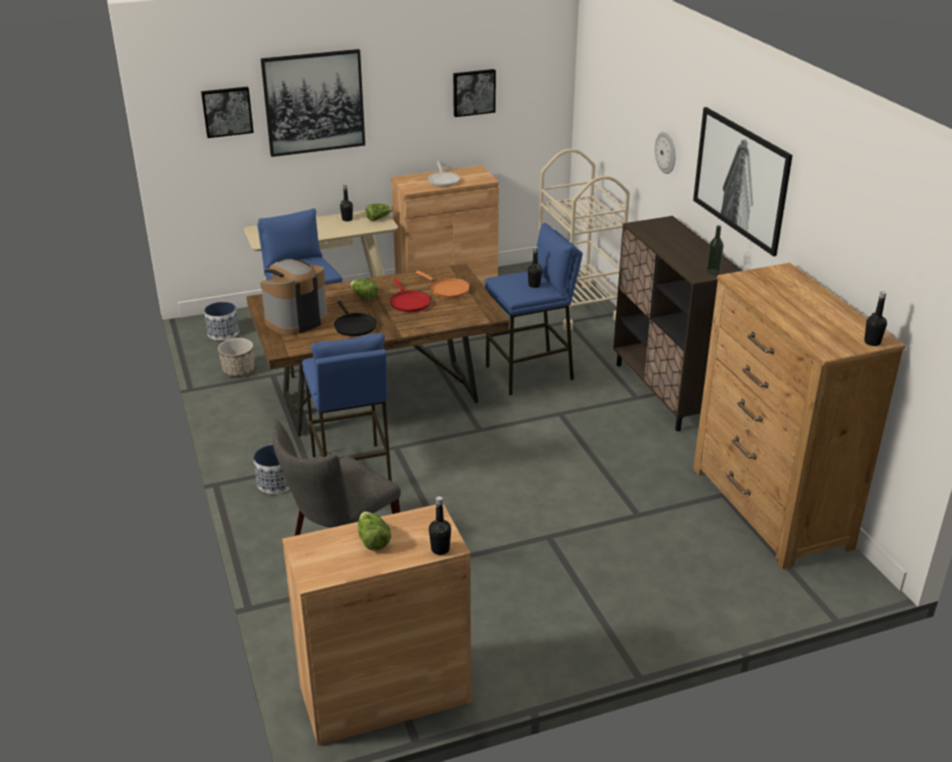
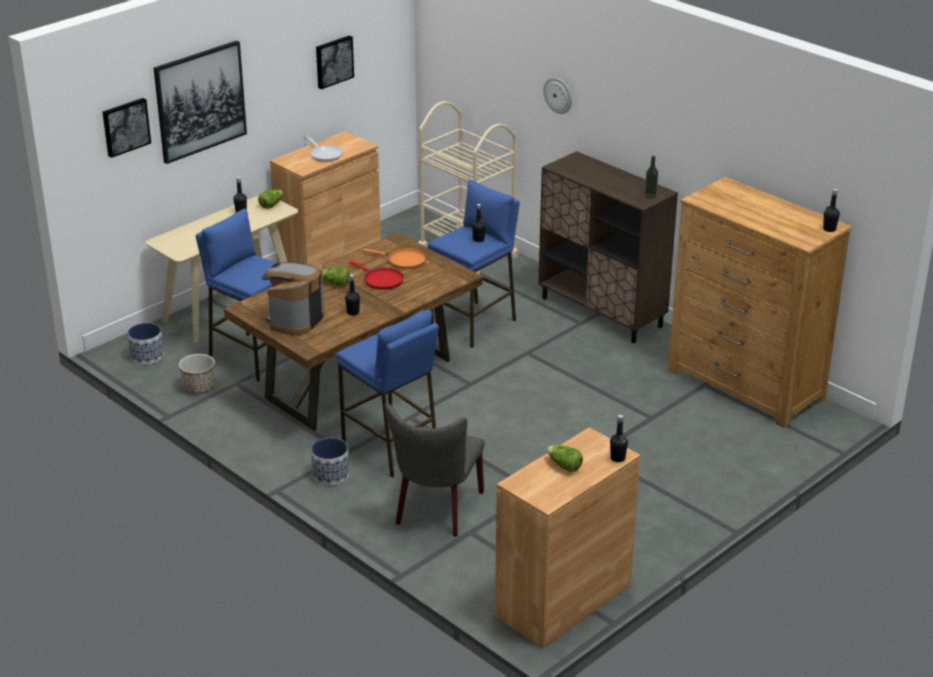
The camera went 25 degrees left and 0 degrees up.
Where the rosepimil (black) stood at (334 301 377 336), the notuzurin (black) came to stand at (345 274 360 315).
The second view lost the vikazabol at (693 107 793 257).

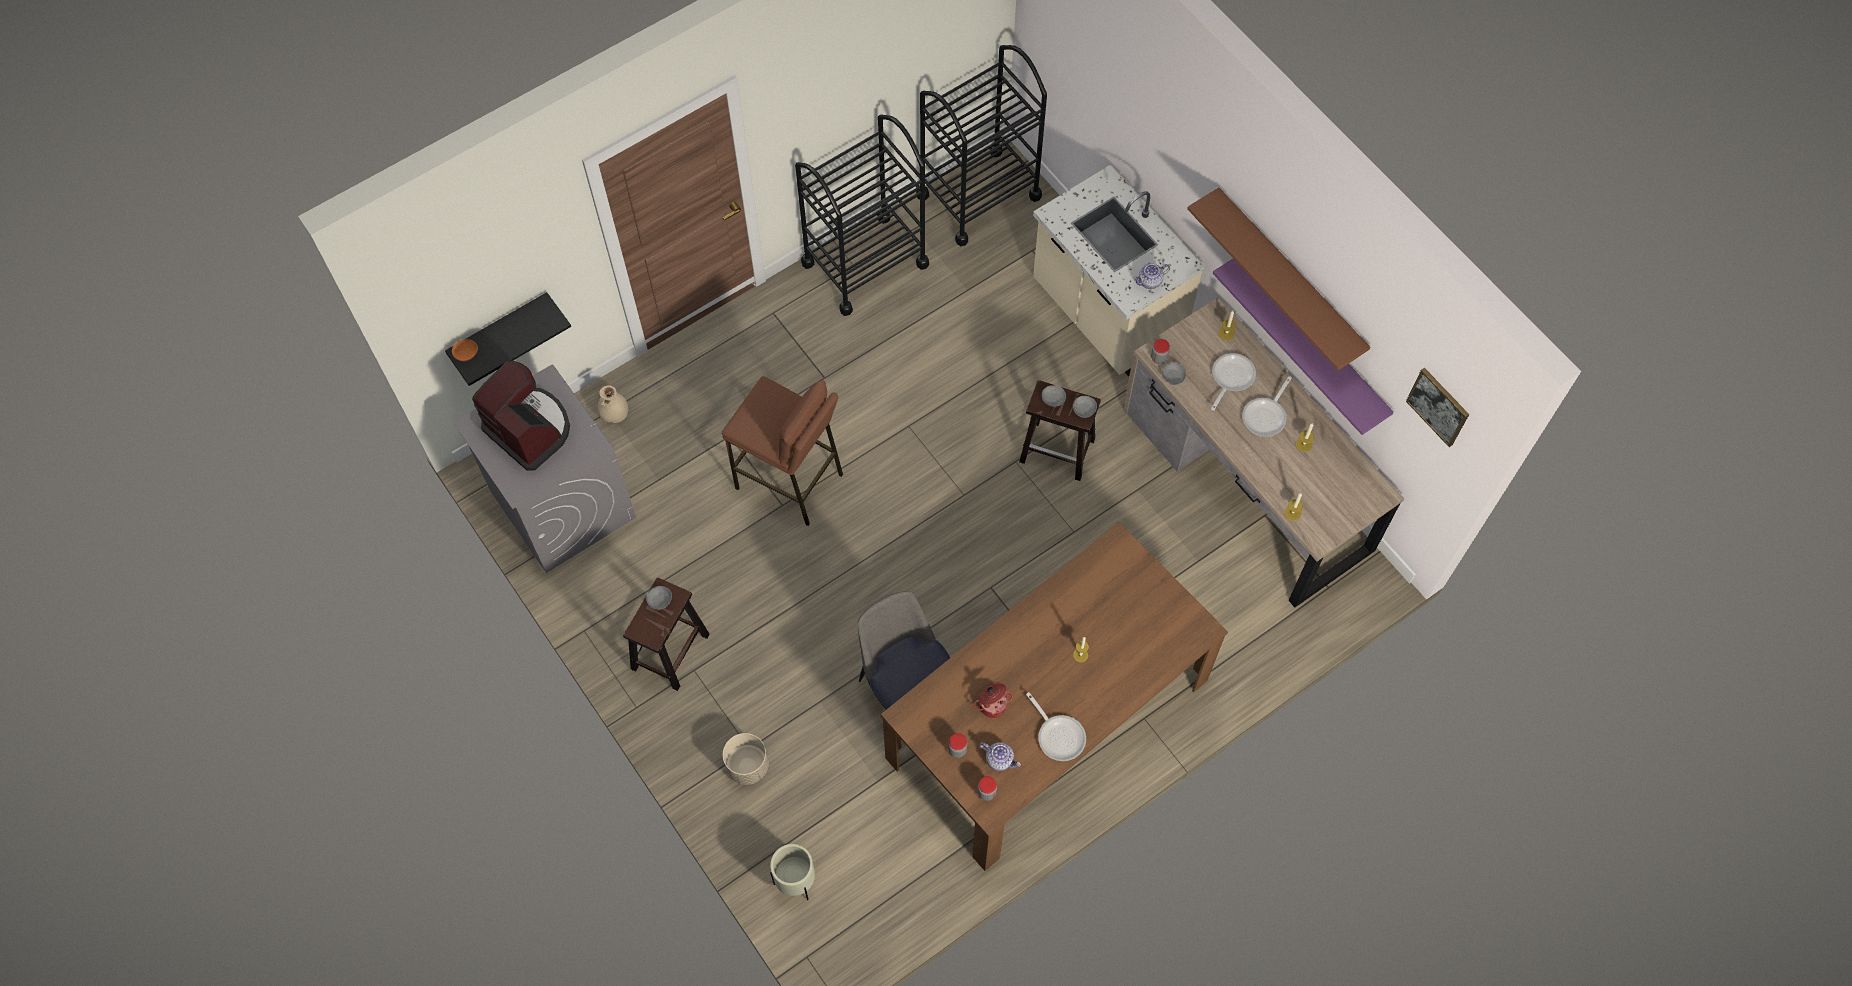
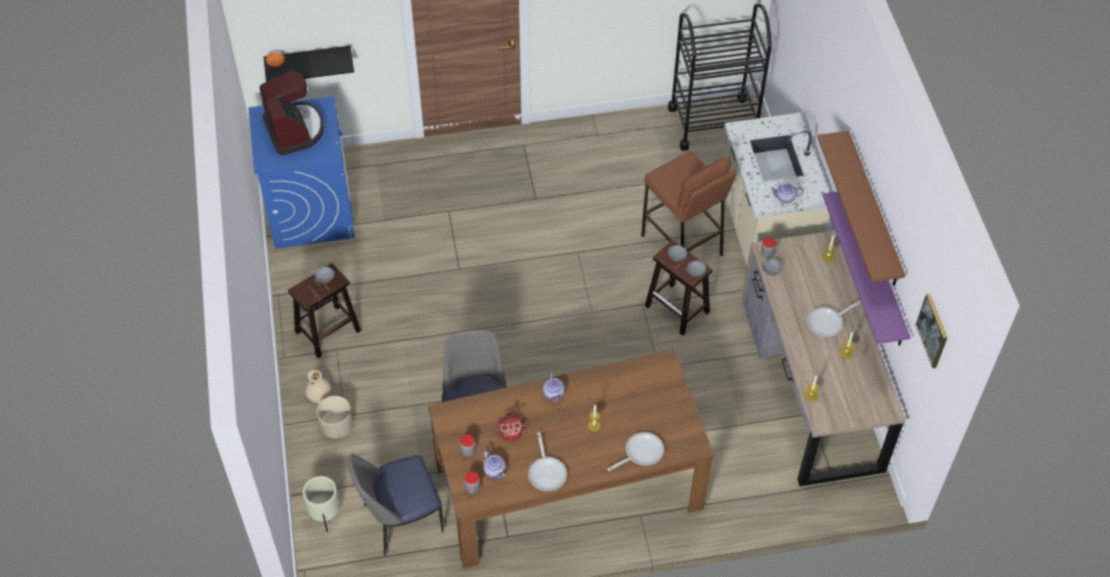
The camera went 25 degrees right and 10 degrees down.
What was the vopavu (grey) at (453 364 636 573) turned into the vopavu (blue) at (248 96 355 249).
The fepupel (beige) ended up elsewhere, having gone from (598 385 629 423) to (305 370 332 404).
The second view gained the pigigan at (348 454 443 556).
The second view gained the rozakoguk at (543 372 565 402).
The rosepimil ended up elsewhere, having gone from (1211 353 1256 411) to (607 432 664 471).
The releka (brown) ended up elsewhere, having gone from (722 376 843 526) to (641 151 737 256).
The second view lost the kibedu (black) at (795 115 929 316).

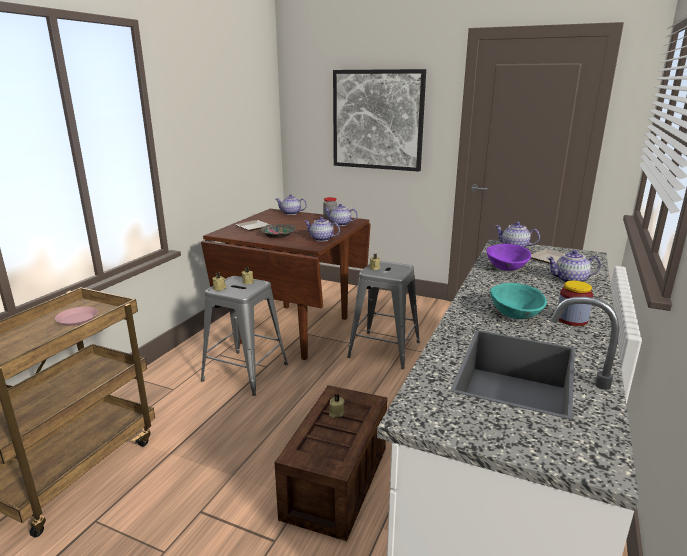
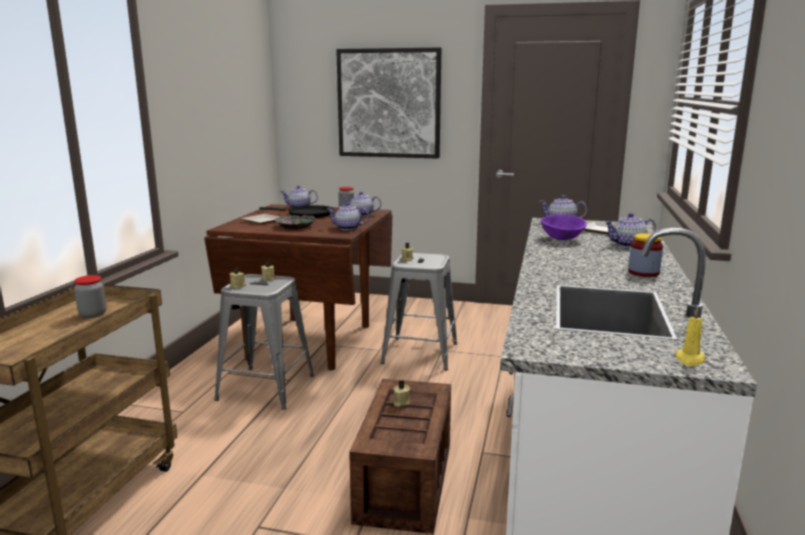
The camera went 10 degrees left and 5 degrees down.
Where the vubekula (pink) stood at (55 307 98 326), the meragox came to stand at (74 275 107 318).
The second view gained the rosepimil (black) at (259 205 334 218).
The second view gained the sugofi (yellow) at (676 307 706 366).
The second view lost the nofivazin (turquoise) at (490 283 547 319).

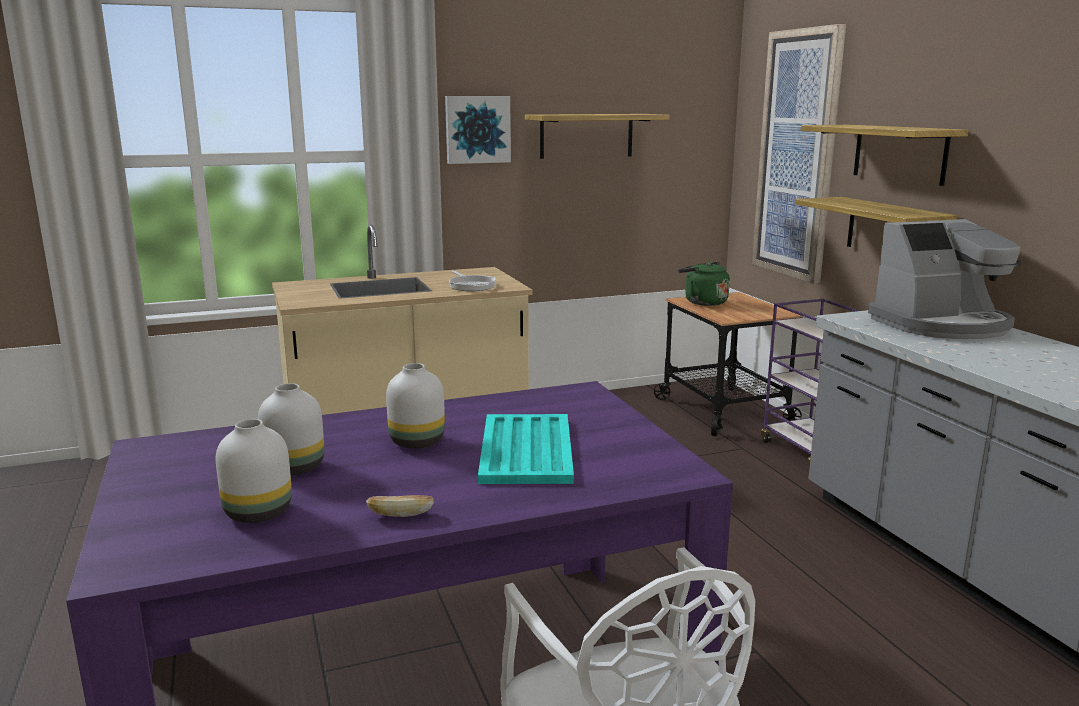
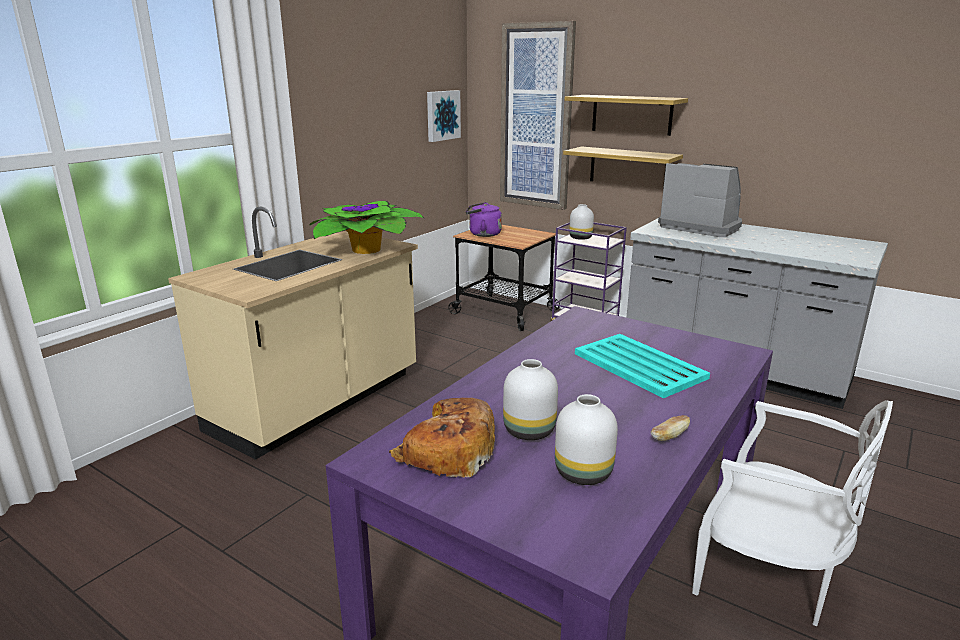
The camera went 35 degrees left and 5 degrees up.
Where the rosepimil stood at (449 270 496 291), the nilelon came to stand at (309 201 424 254).
The second view gained the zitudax at (389 398 495 478).
The vikazabol ended up elsewhere, having gone from (445 96 511 164) to (427 90 461 142).
What was the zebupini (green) at (678 262 730 306) turned into the zebupini (purple) at (466 202 502 237).
The fepupel (white) ended up elsewhere, having gone from (386 363 445 449) to (569 204 594 240).
The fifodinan at (868 219 1021 339) ended up facing another way, 90 degrees counterclockwise from before.
The second view lost the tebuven at (525 114 670 159).

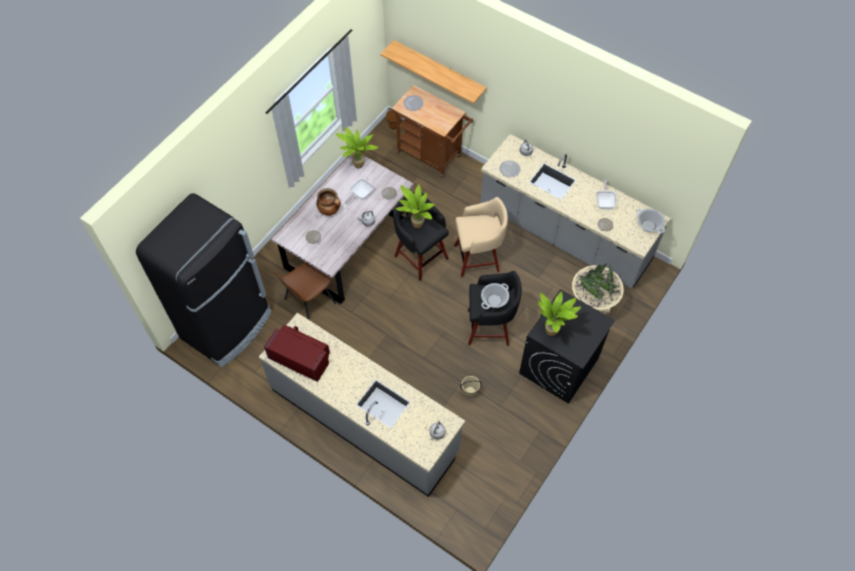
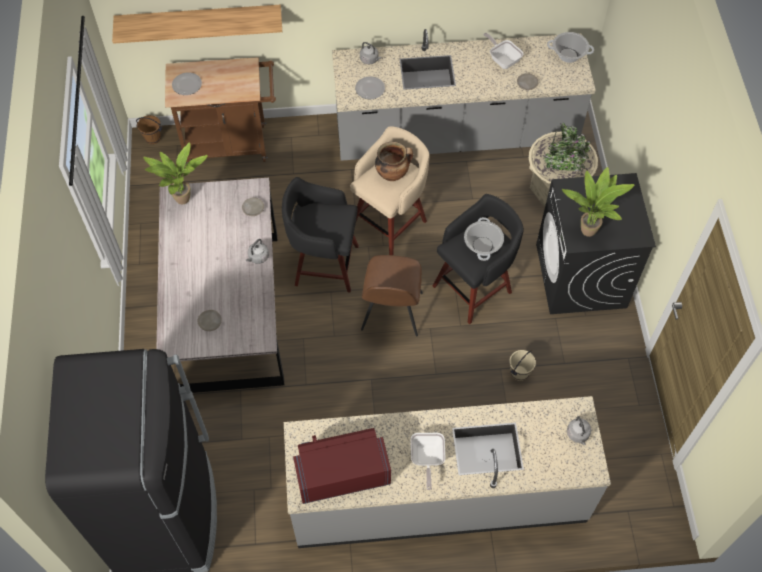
The camera went 40 degrees left and 0 degrees up.
The pigigan (brown) ended up elsewhere, having gone from (274 262 336 320) to (361 255 423 336).
The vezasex ended up elsewhere, having gone from (316 188 341 216) to (375 142 413 181).
The rosepimil ended up elsewhere, having gone from (345 178 374 204) to (411 433 445 490).
The second view lost the nilelon at (395 184 435 228).

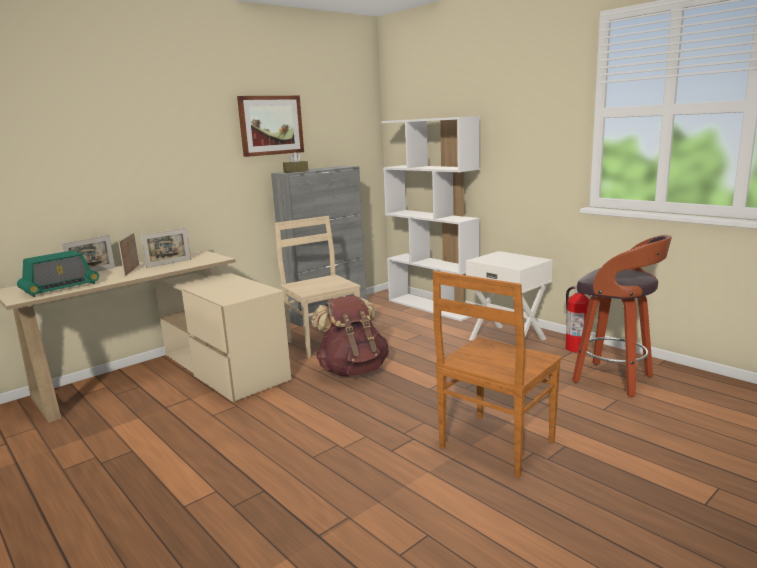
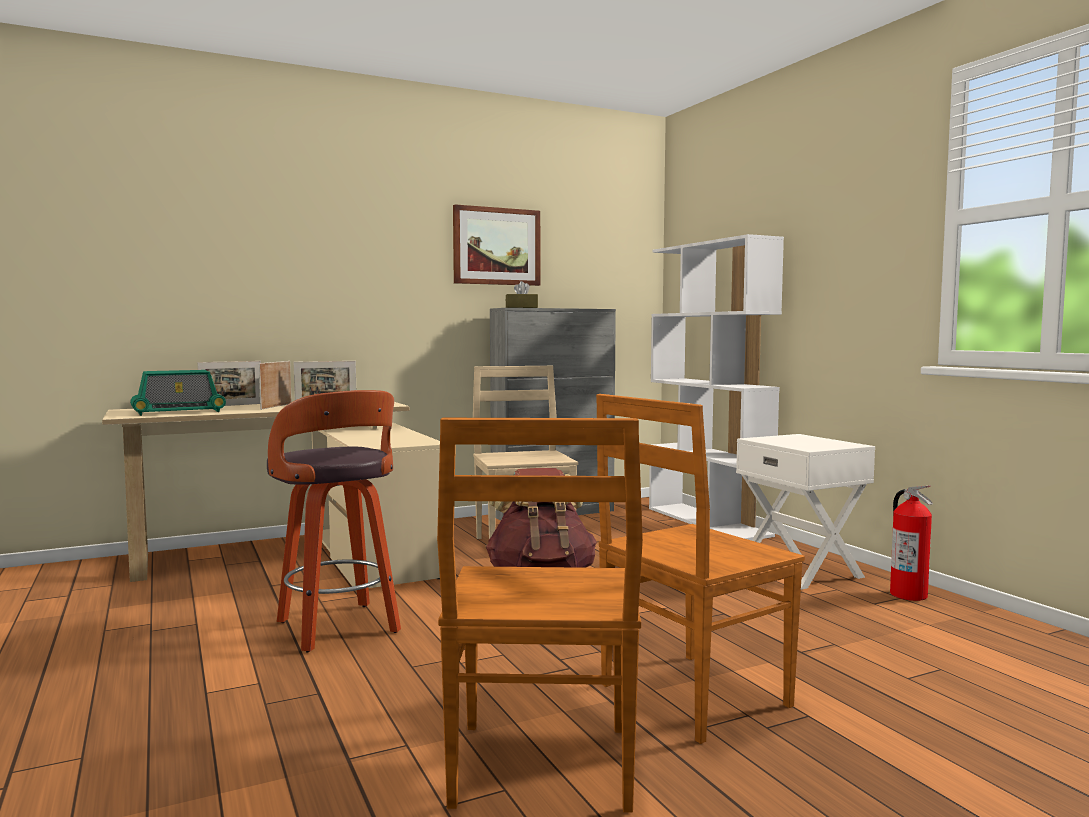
The camera went 15 degrees right and 10 degrees down.
The releka ended up elsewhere, having gone from (572 235 672 397) to (267 390 401 652).
The second view gained the pigigan (brown) at (437 418 643 813).

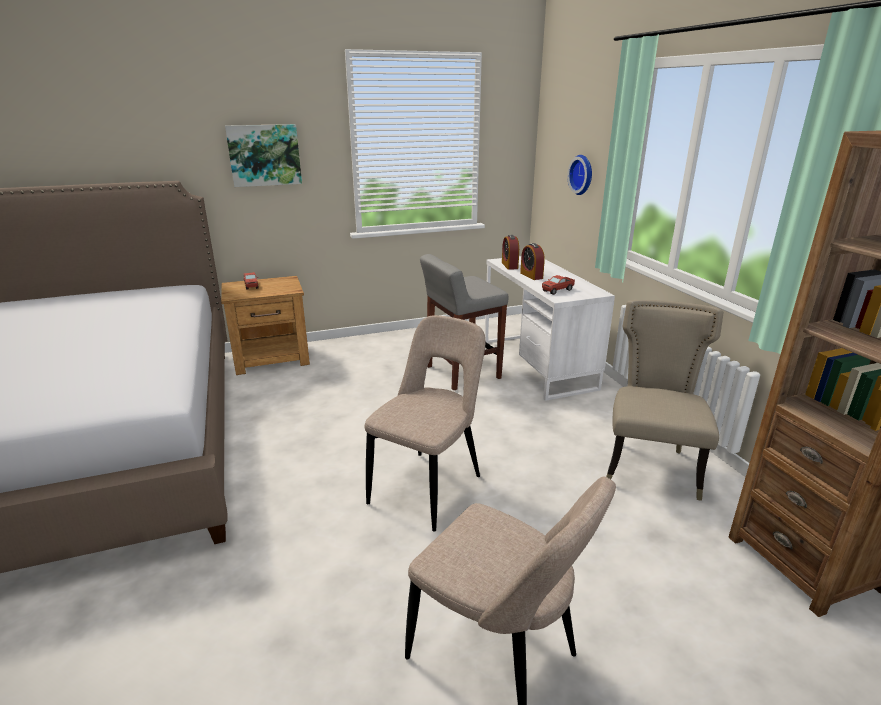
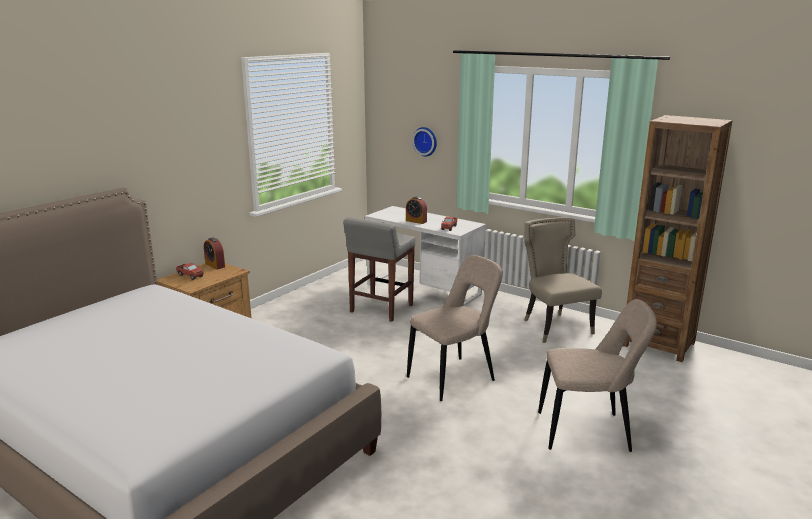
The camera went 35 degrees left and 5 degrees down.
The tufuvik ended up elsewhere, having gone from (502 235 519 270) to (204 238 225 270).
The pigigan (beige) at (365 315 485 531) ended up facing another way, 60 degrees clockwise from before.
The second view lost the vikazabol at (225 124 302 187).

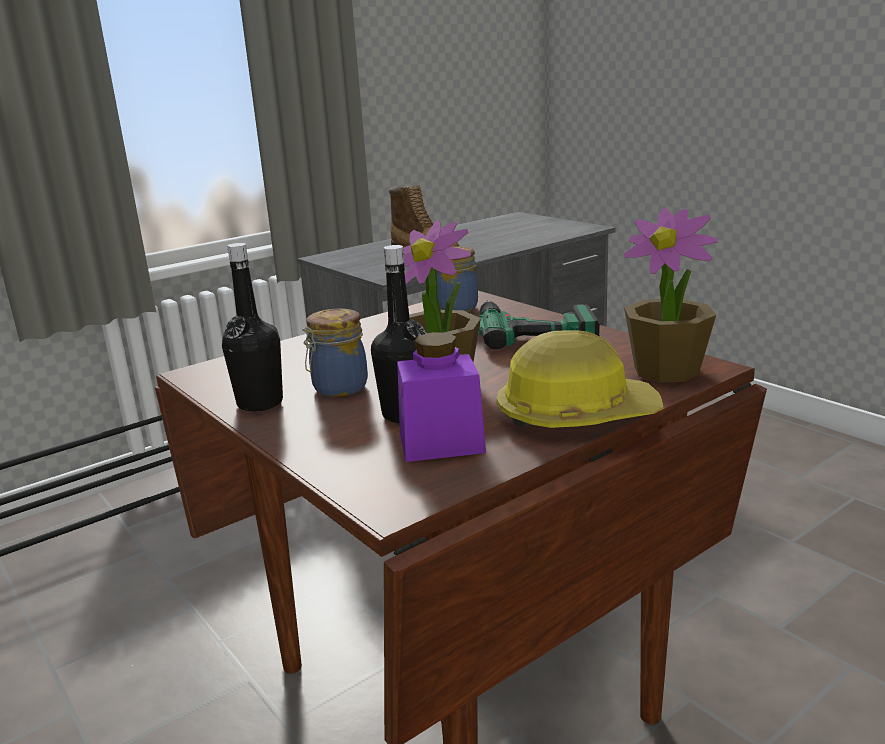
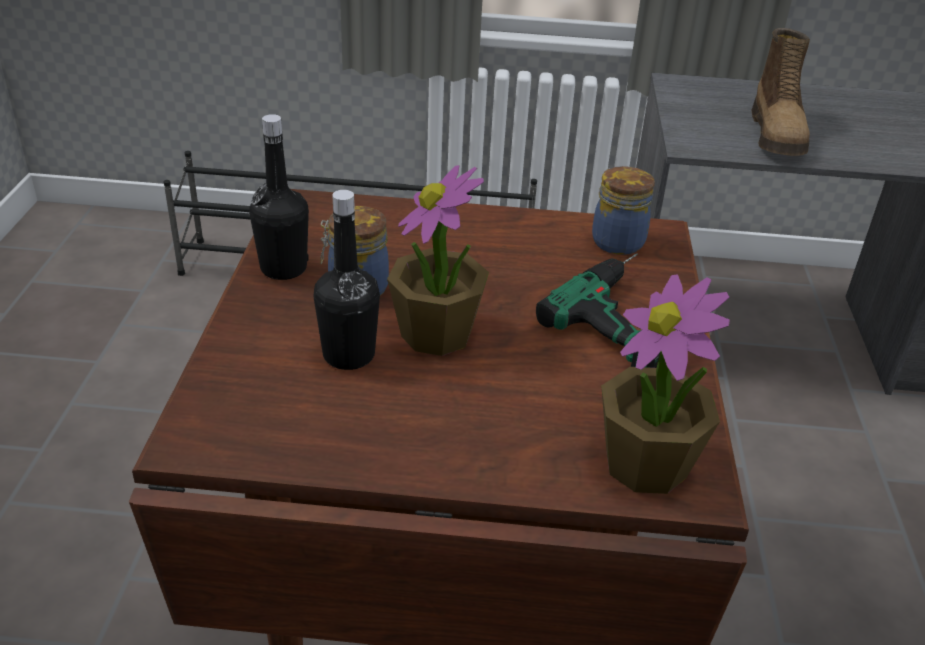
The camera went 40 degrees right and 15 degrees up.
The second view lost the meragox (purple) at (397 332 486 462).
The second view lost the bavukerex at (497 330 663 428).

